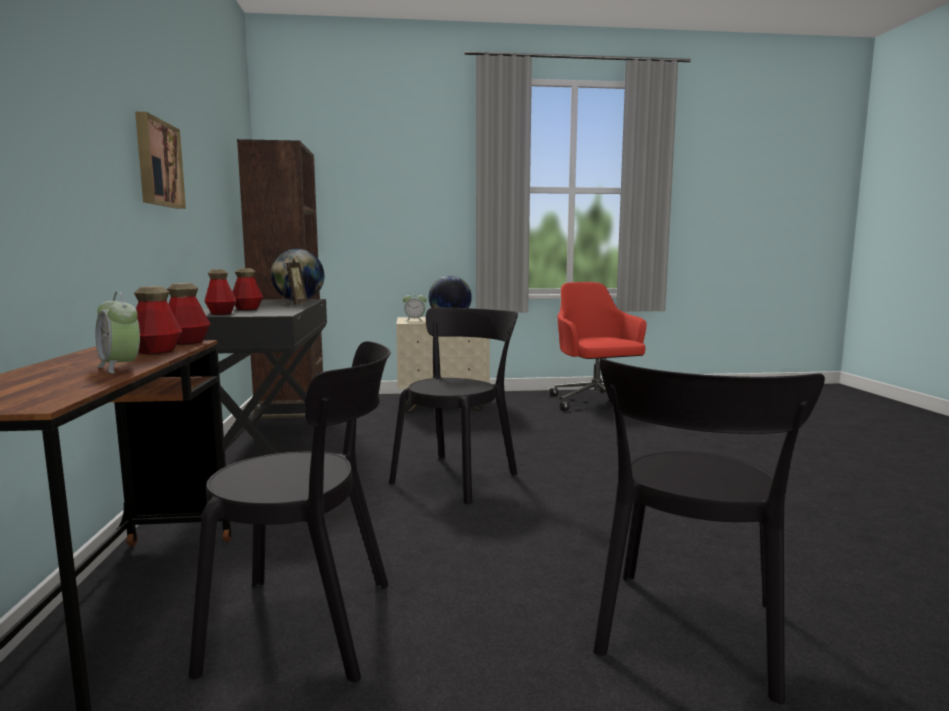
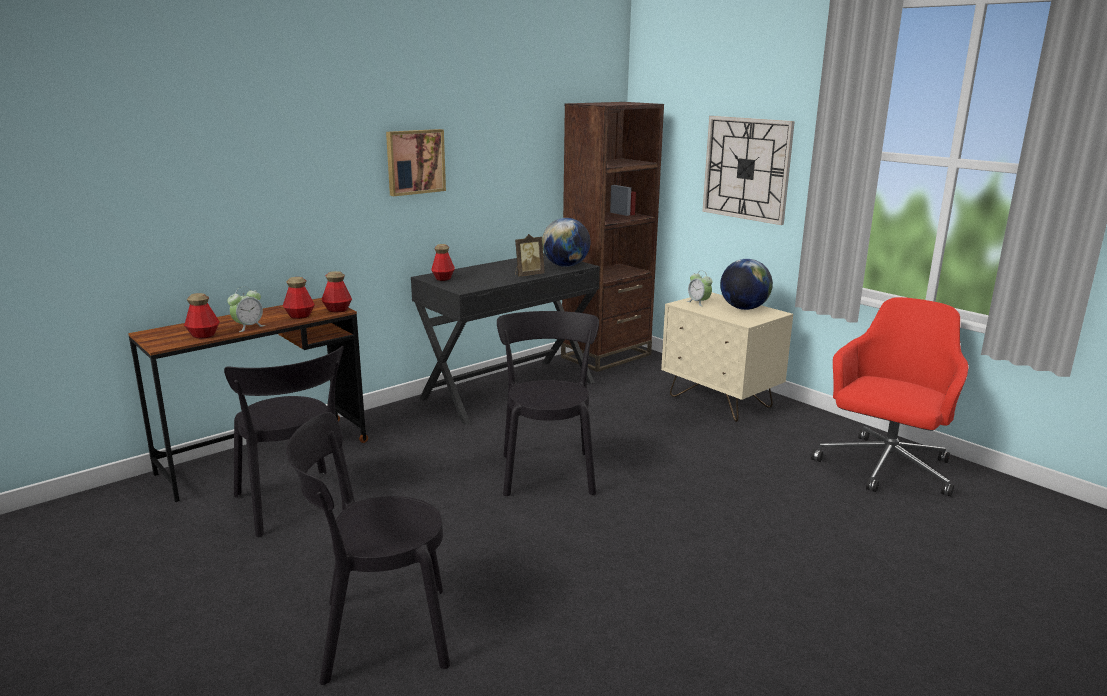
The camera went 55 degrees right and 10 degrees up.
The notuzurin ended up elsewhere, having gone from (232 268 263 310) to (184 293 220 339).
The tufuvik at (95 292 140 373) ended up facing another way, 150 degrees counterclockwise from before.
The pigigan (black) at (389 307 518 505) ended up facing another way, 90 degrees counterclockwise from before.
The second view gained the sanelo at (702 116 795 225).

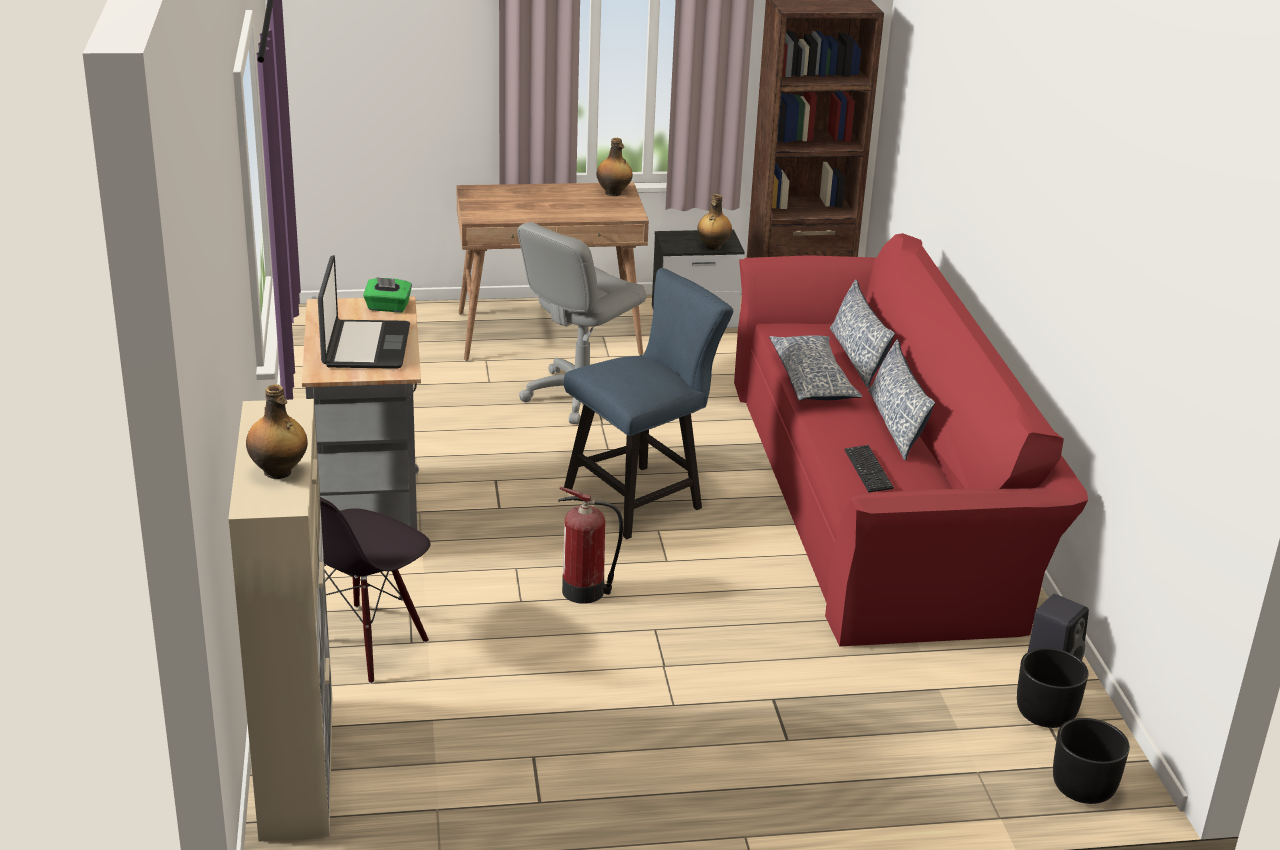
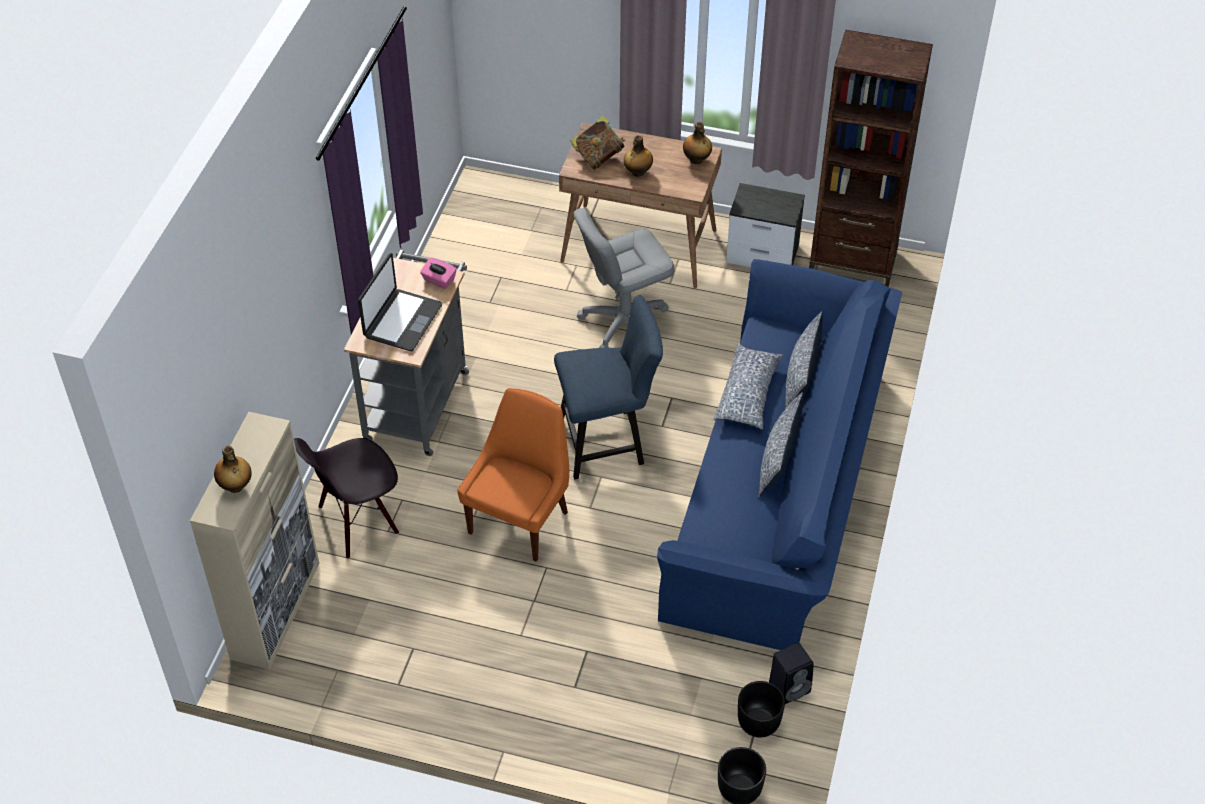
The camera went 25 degrees right and 20 degrees up.
What was the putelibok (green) at (363 277 412 312) turned into the putelibok (pink) at (420 258 457 289).
Where the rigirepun stood at (558 487 623 604), the pigigan (orange) came to stand at (457 388 569 562).
The second view gained the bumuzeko at (570 115 626 170).
The notuzurin ended up elsewhere, having gone from (697 194 732 250) to (624 135 653 177).
What was the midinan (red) at (734 233 1088 647) turned into the midinan (blue) at (657 259 902 650).
The second view lost the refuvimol at (845 445 894 492).

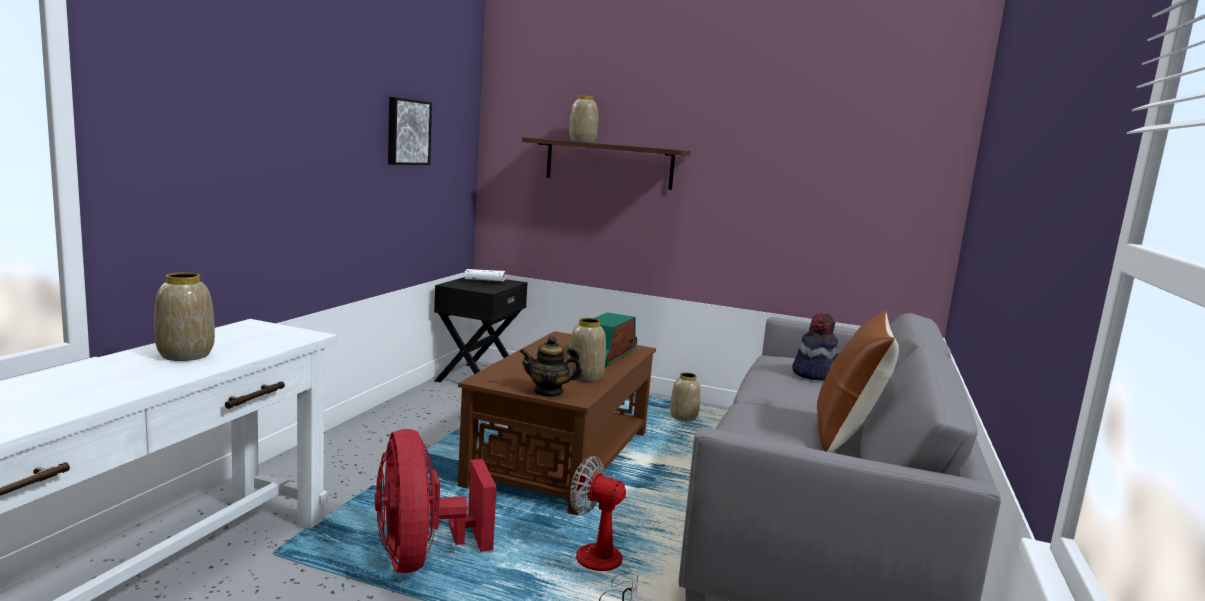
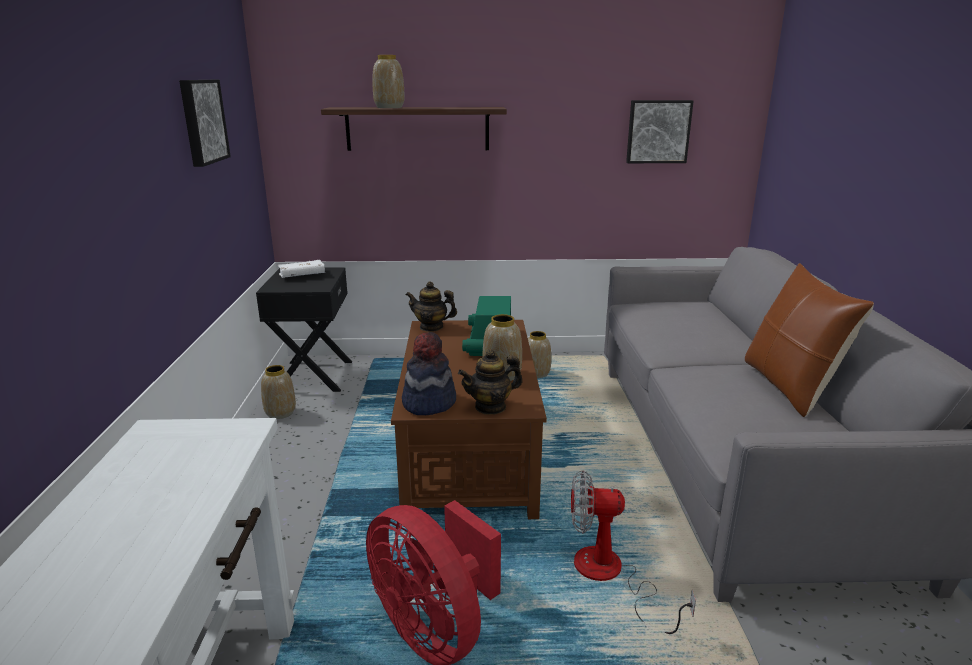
The camera went 20 degrees left and 10 degrees up.
The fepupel ended up elsewhere, having gone from (154 272 215 361) to (261 365 296 419).
The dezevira ended up elsewhere, having gone from (793 313 839 380) to (402 332 456 415).
The second view gained the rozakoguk at (406 282 457 332).
The second view gained the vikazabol at (626 100 694 163).

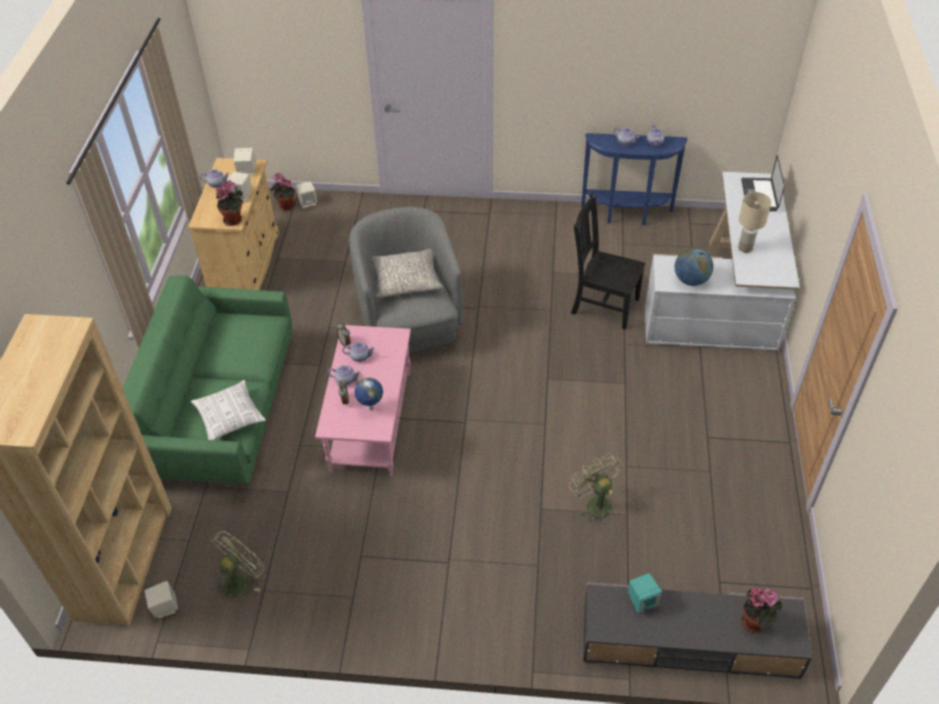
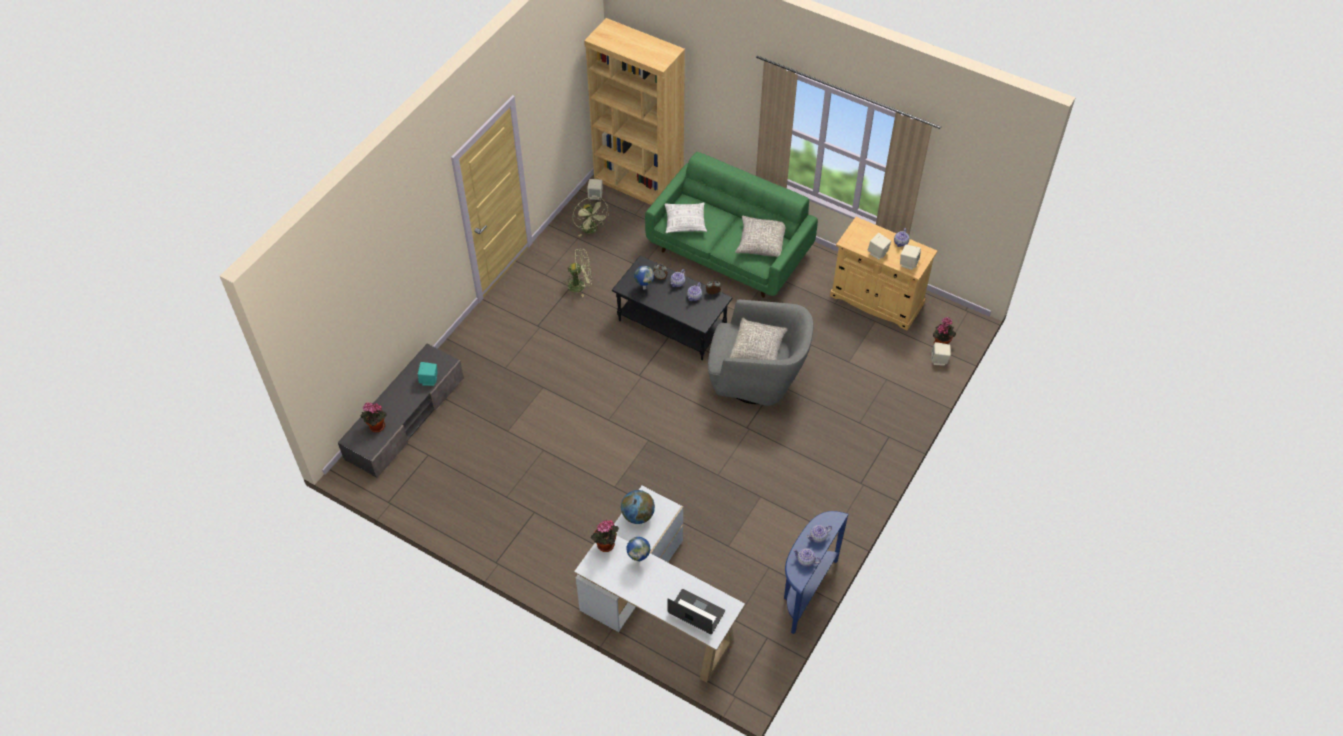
The camera went 115 degrees right and 5 degrees up.
The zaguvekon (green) ended up elsewhere, having gone from (569 453 623 525) to (562 249 592 297).
The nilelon ended up elsewhere, having gone from (216 180 243 226) to (590 520 619 552).
What was the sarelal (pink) at (315 325 411 477) turned into the sarelal (black) at (612 255 733 360).
Where the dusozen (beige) stood at (738 192 771 253), the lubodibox came to stand at (626 537 650 562).
The second view gained the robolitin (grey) at (735 216 786 257).
The second view lost the pigigan (black) at (571 193 645 330).

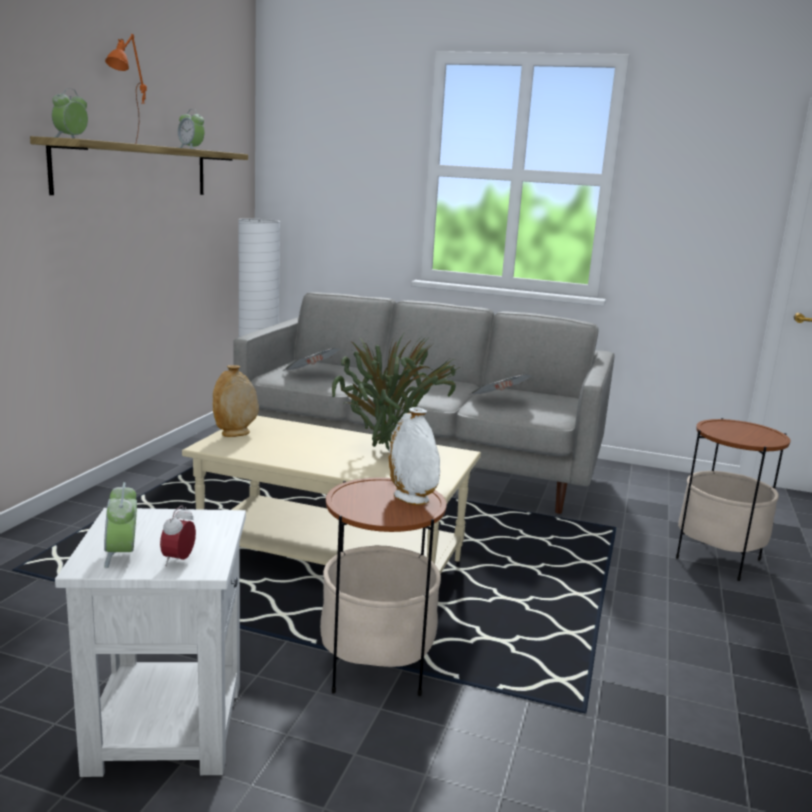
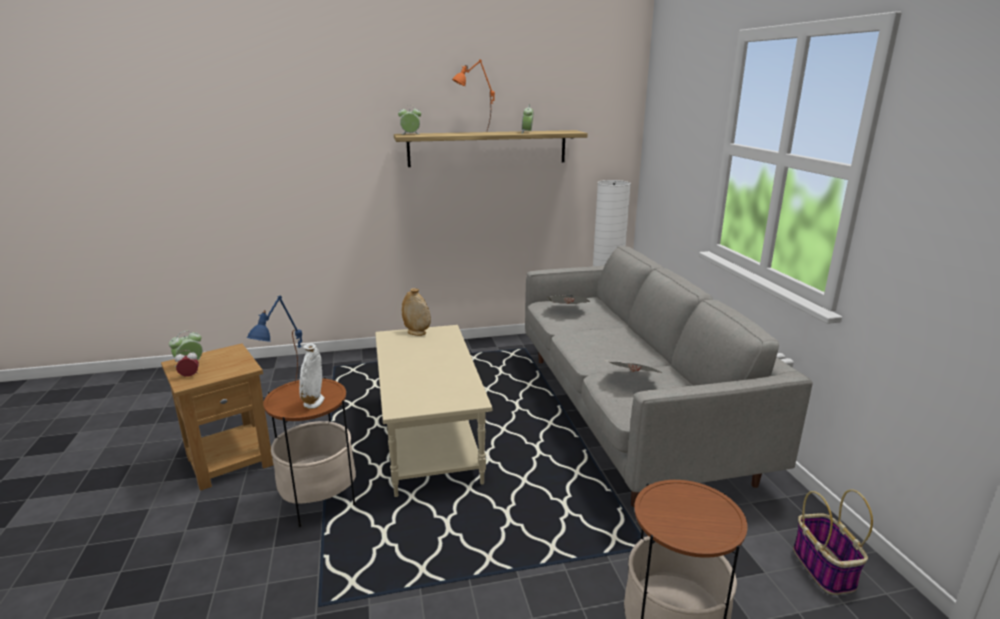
The camera went 60 degrees right and 5 degrees up.
What was the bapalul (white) at (55 508 246 777) turned into the bapalul (brown) at (161 343 274 491).
The second view gained the dusozen (blue) at (246 295 302 383).
The second view gained the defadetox at (793 489 873 595).
The second view lost the nilelon at (332 332 462 451).

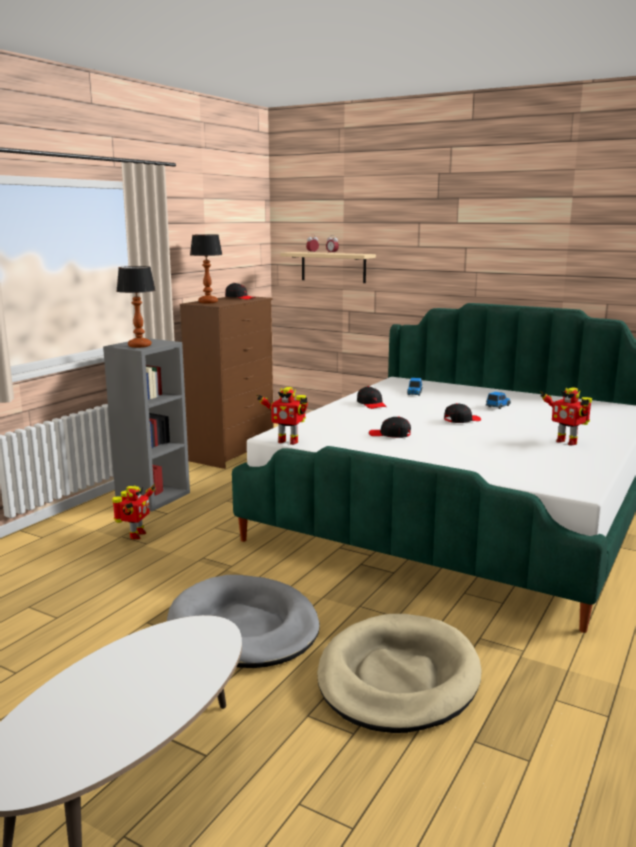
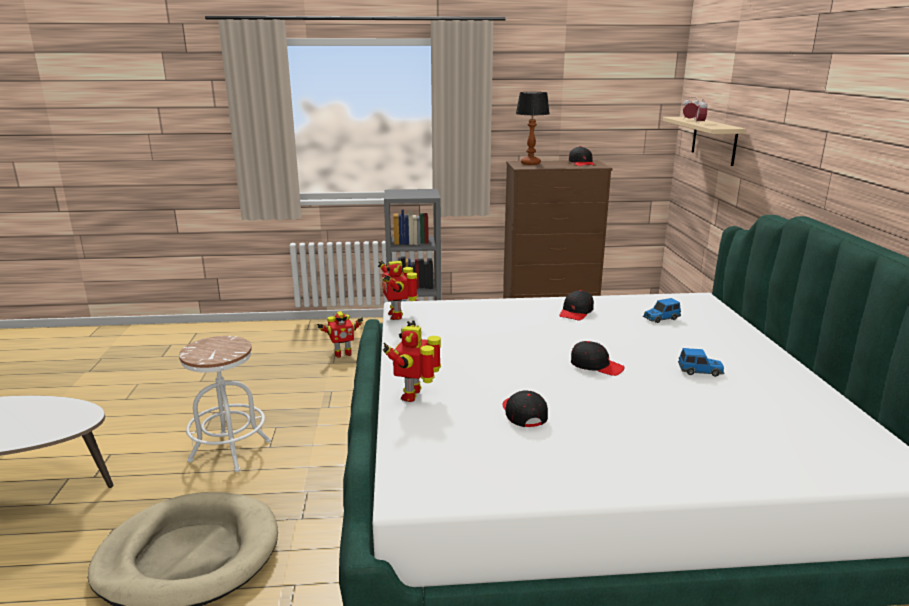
The camera went 55 degrees right and 5 degrees up.
Where the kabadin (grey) stood at (167 575 320 668), the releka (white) came to stand at (179 336 271 472).
The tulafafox ended up elsewhere, having gone from (540 387 592 446) to (383 320 441 402).
The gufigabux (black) ended up elsewhere, having gone from (369 416 411 438) to (502 390 548 427).
The second view lost the dusozen at (116 266 156 348).

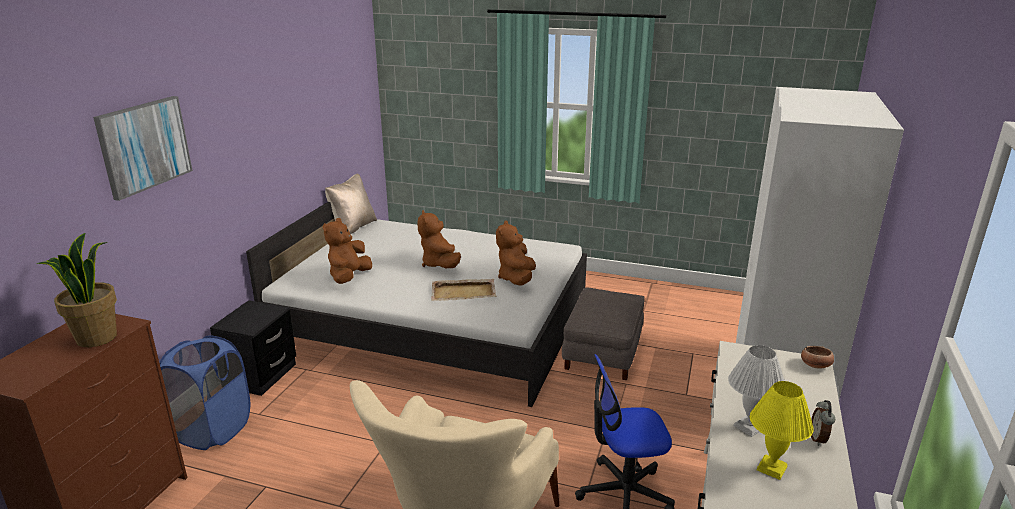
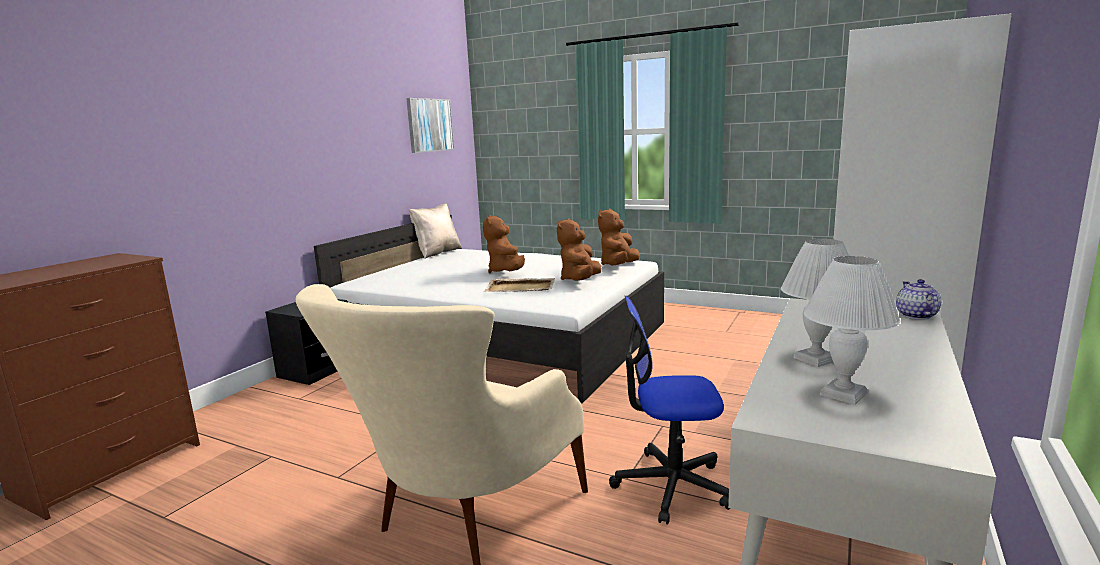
The camera went 10 degrees right and 10 degrees down.
The vikazabol ended up elsewhere, having gone from (93 96 193 201) to (406 98 454 153).
The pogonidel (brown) ended up elsewhere, having gone from (323 218 372 284) to (598 209 640 266).
What was the dusozen (yellow) at (750 381 814 480) turned into the dusozen (white) at (804 256 900 405).
Where the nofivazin stood at (801 346 834 369), the rozakoguk came to stand at (896 279 941 320).
The second view lost the nilelon at (36 233 117 347).
The second view lost the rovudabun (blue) at (159 336 250 450).
The second view lost the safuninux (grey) at (562 287 645 380).
The second view lost the tufuvik at (811 400 835 446).

